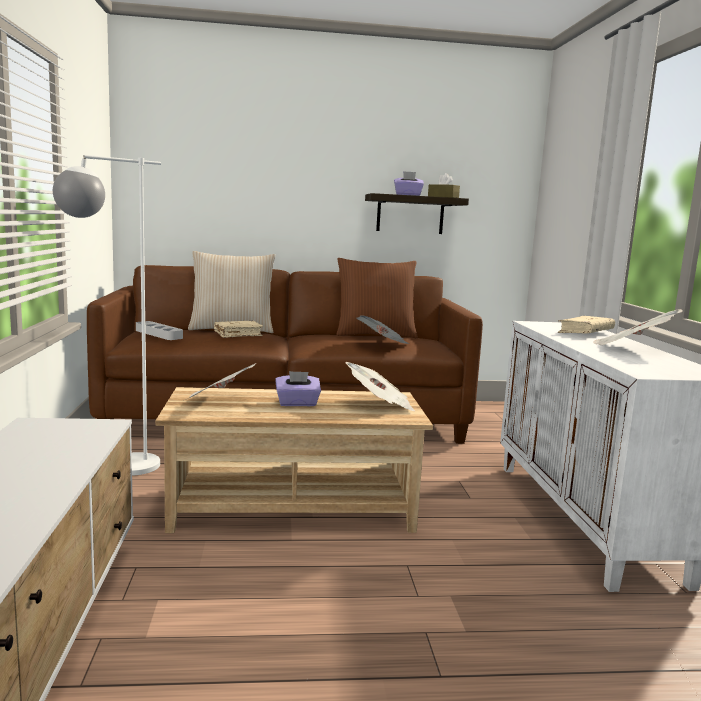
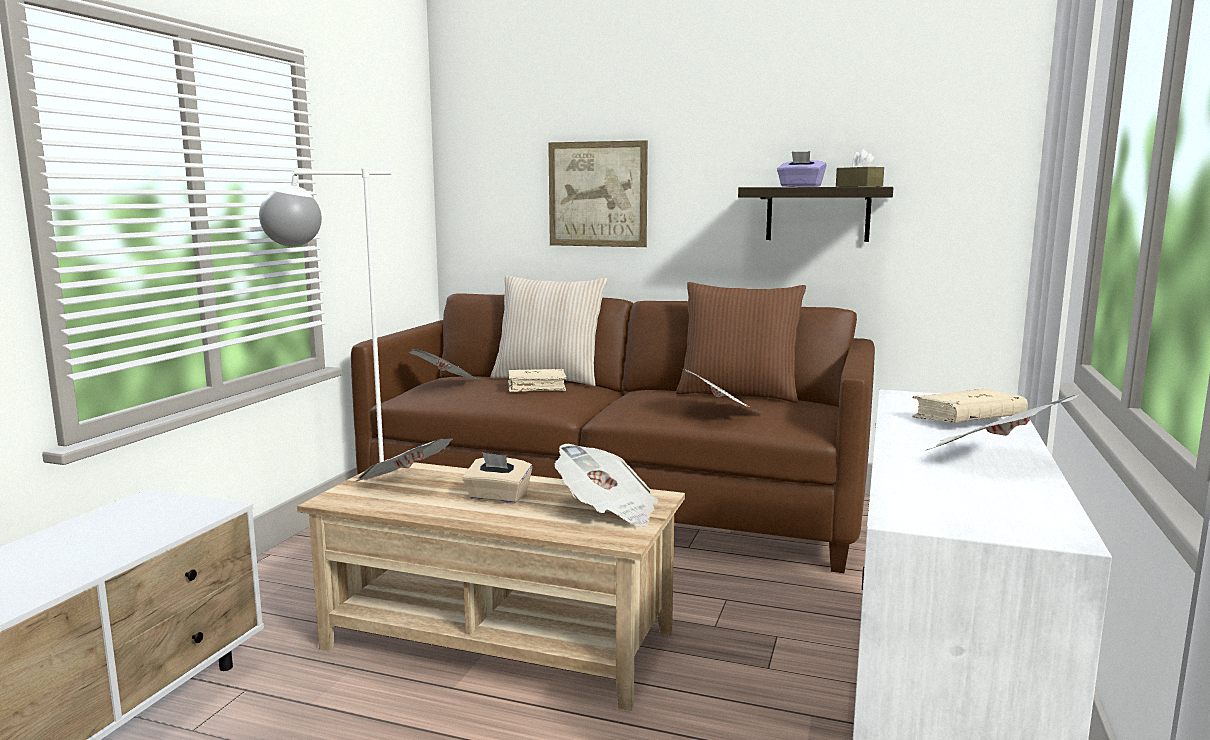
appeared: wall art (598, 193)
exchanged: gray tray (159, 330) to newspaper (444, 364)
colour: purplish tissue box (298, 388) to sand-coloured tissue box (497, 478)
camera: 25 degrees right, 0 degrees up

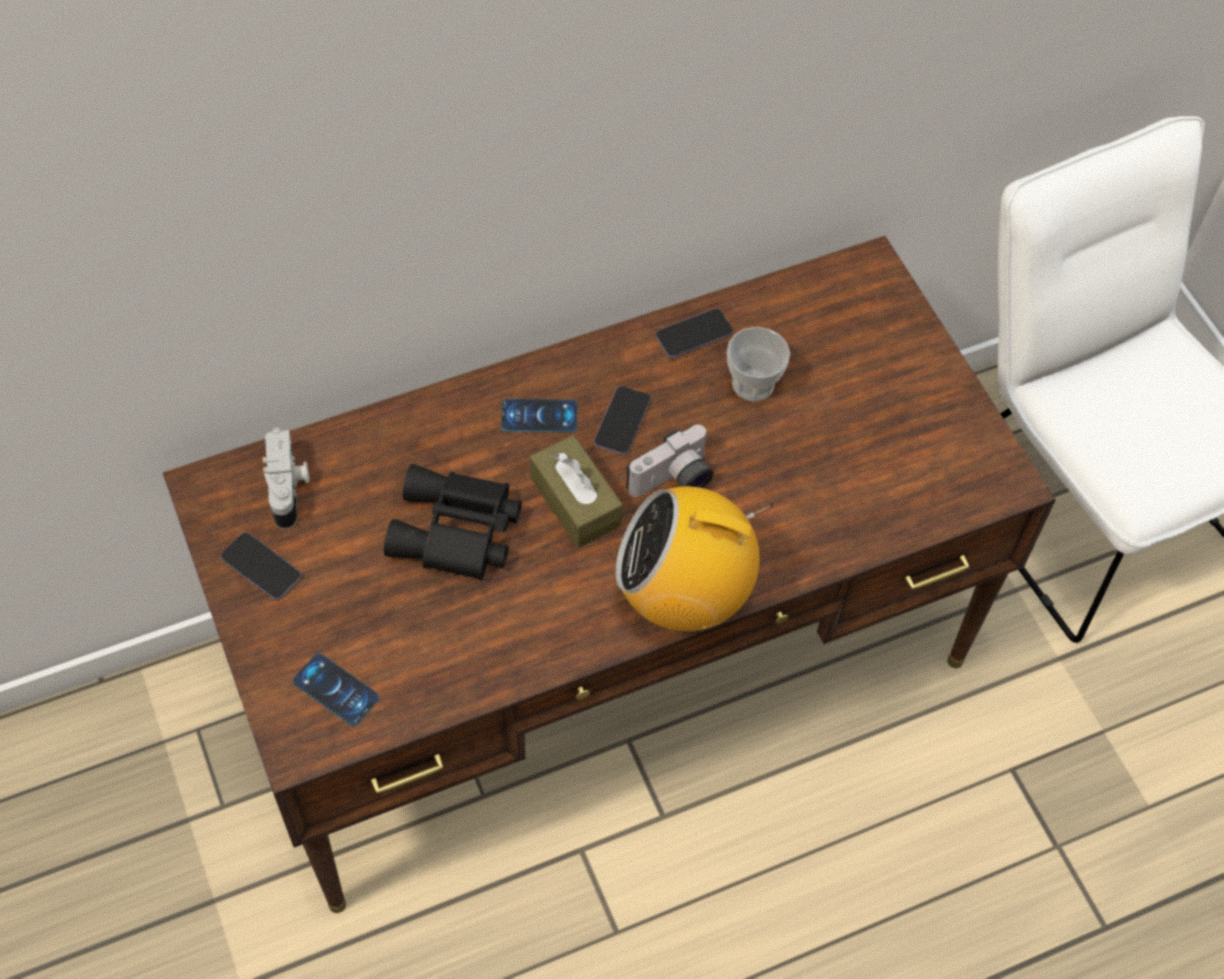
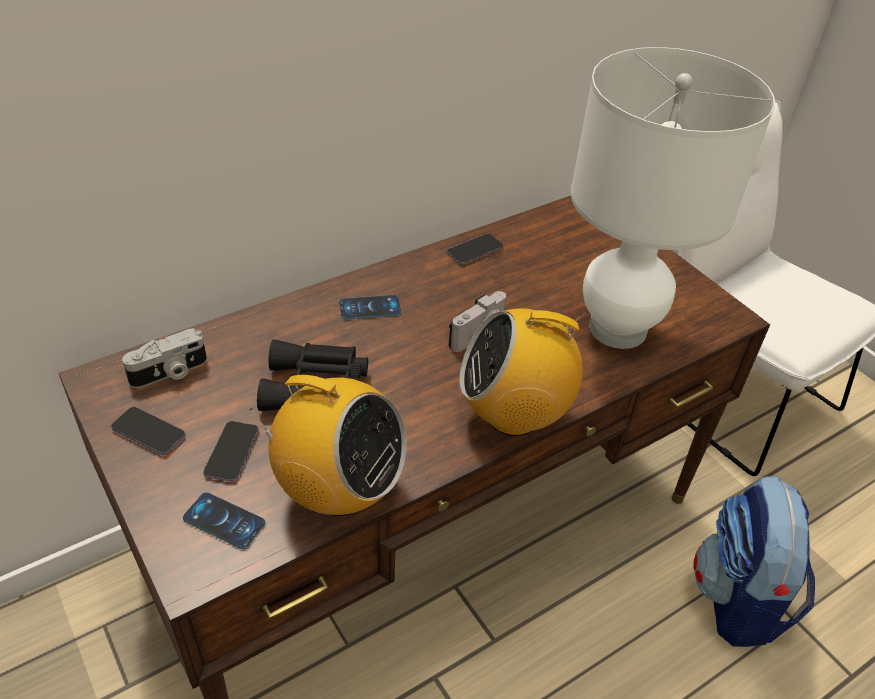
missing: drinking cup (758, 364); brownish tissue box (576, 491)
appeared: whitish tabletop lamp (672, 198); radio receiver (328, 445); rucksack (754, 561)
relocated: handset (622, 420) to (231, 451)
spun: still camera (286, 478) = (164, 358) 75 degrees clockwise
camera: 10 degrees left, 15 degrees down

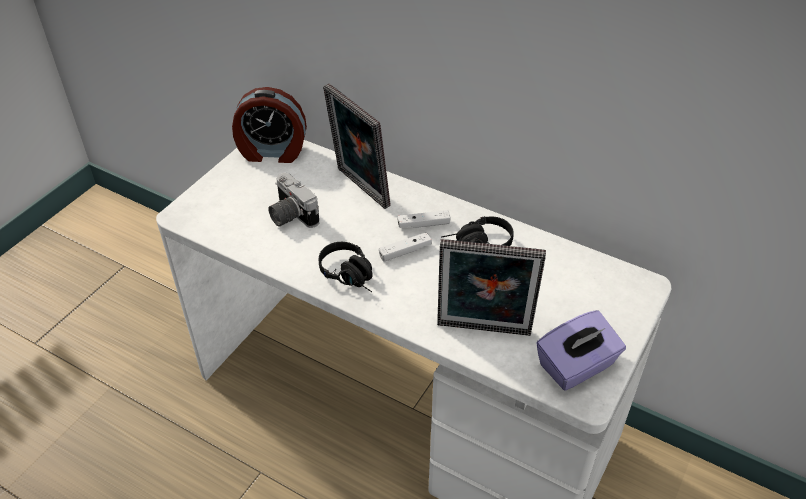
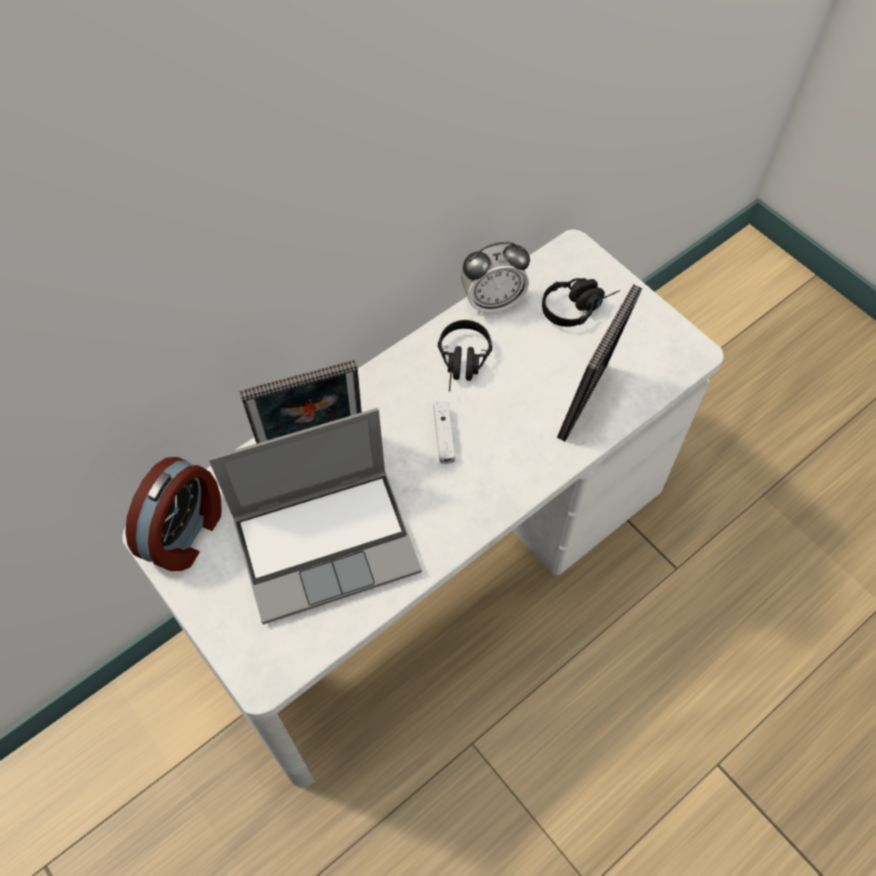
missing: whitish gamepad (424, 219); purplish tissue box (581, 350)
appeared: alarm clock (495, 278)
relocated: black-coloured pair of headphones (345, 267) to (581, 302)
exchanged: still camera (293, 200) to laptop (315, 516)
camera: 70 degrees left, 15 degrees up

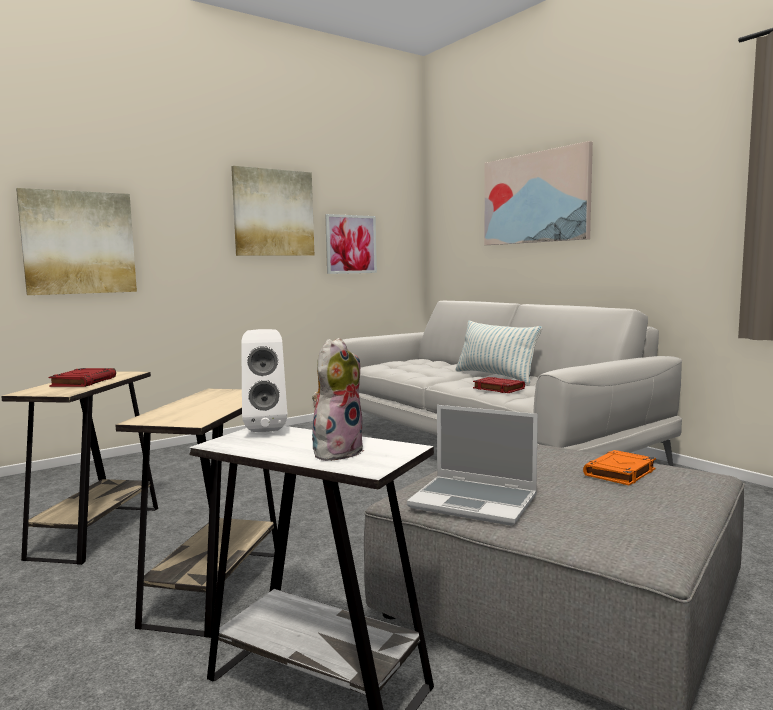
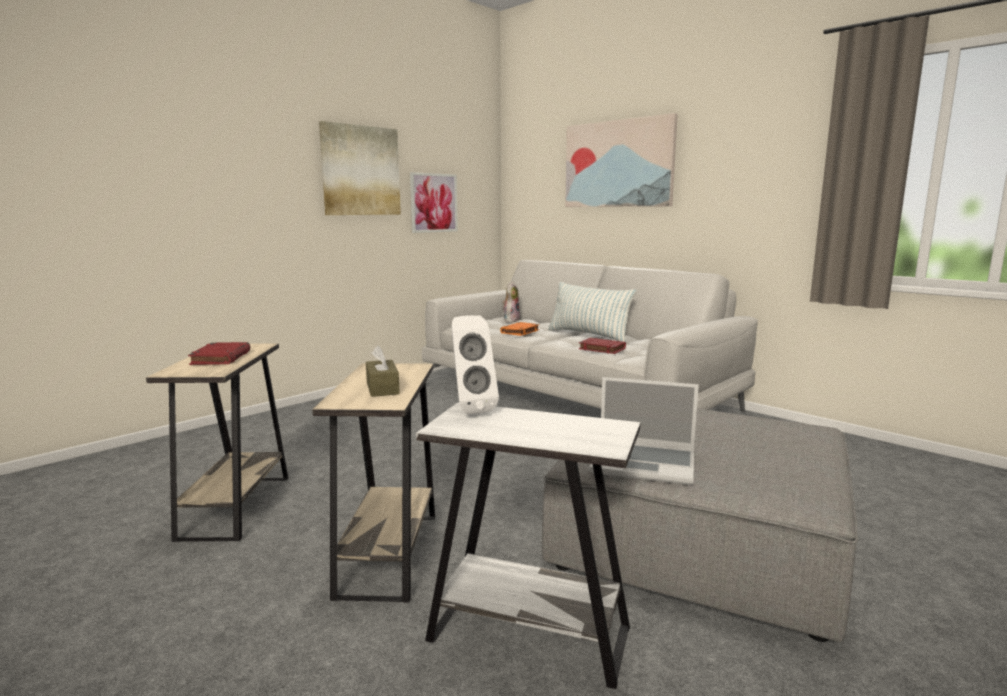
missing: wall art (76, 241)
appeared: brownish tissue box (383, 371)
relocated: soft toy (338, 399) to (511, 302); orange-coloured book (619, 467) to (519, 329)
camera: 10 degrees left, 5 degrees up

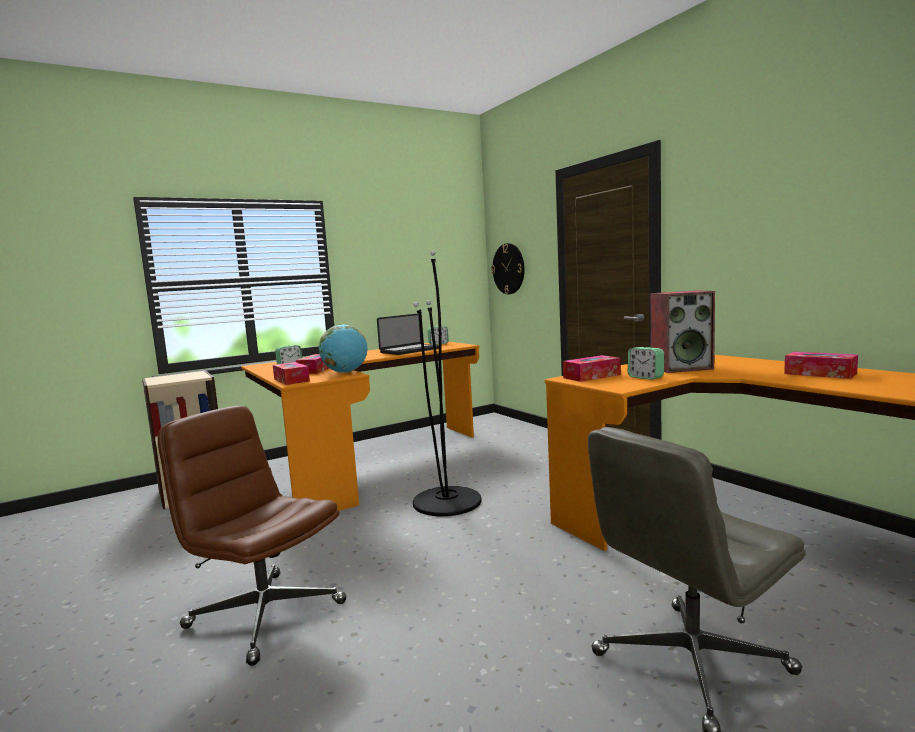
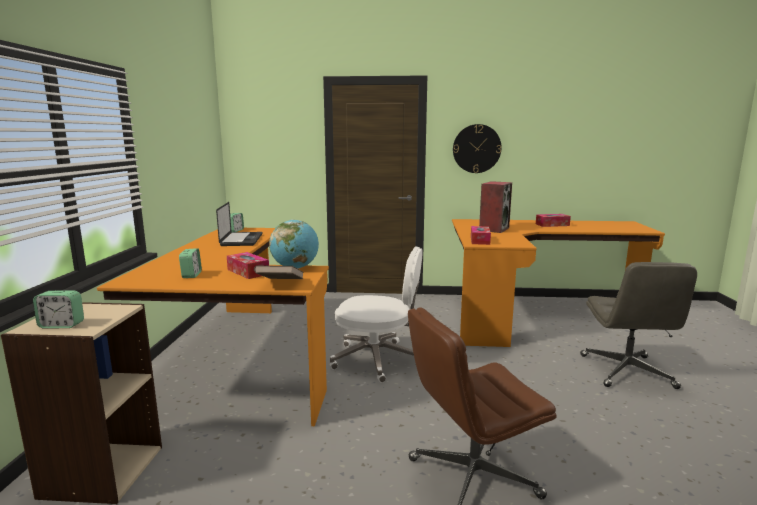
relocated: clock on the wall (508, 268) to (477, 148); alarm clock (646, 363) to (58, 309)
exchanged: black-coloured standing lamp (447, 383) to whitish computer chair (376, 314); tissue box (291, 373) to brownish book (279, 272)
camera: 55 degrees left, 5 degrees up

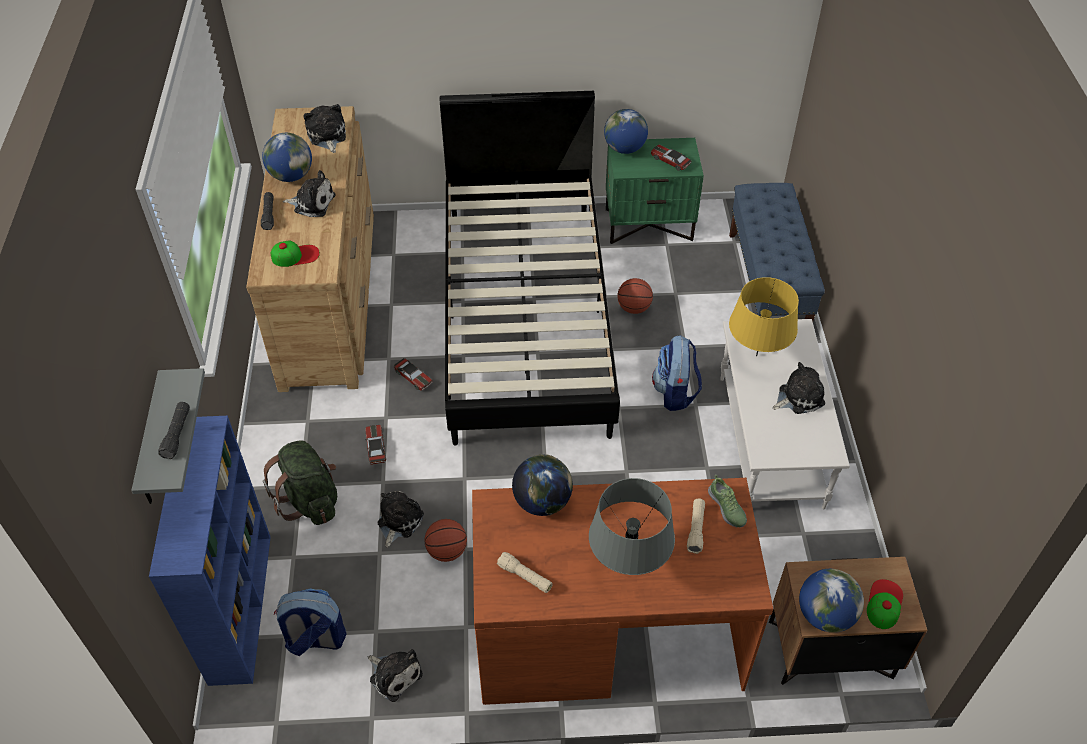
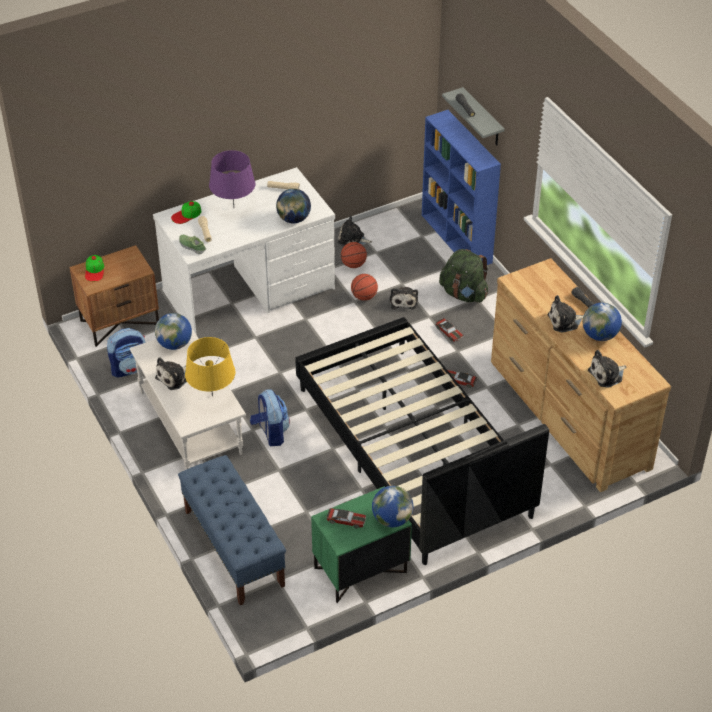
relocated: peaked cap (295, 253) to (186, 212); basketball (635, 296) to (354, 255); globe (831, 601) to (173, 331); rucksack (310, 622) to (126, 352)
colour: brownish desk unit (622, 591) to whitish desk unit (244, 251); gray tabletop lamp (632, 526) to purplish tabletop lamp (232, 178)
spun: soft toy (324, 128) = (607, 369) 105 degrees clockwise
camera: 155 degrees right, 5 degrees down

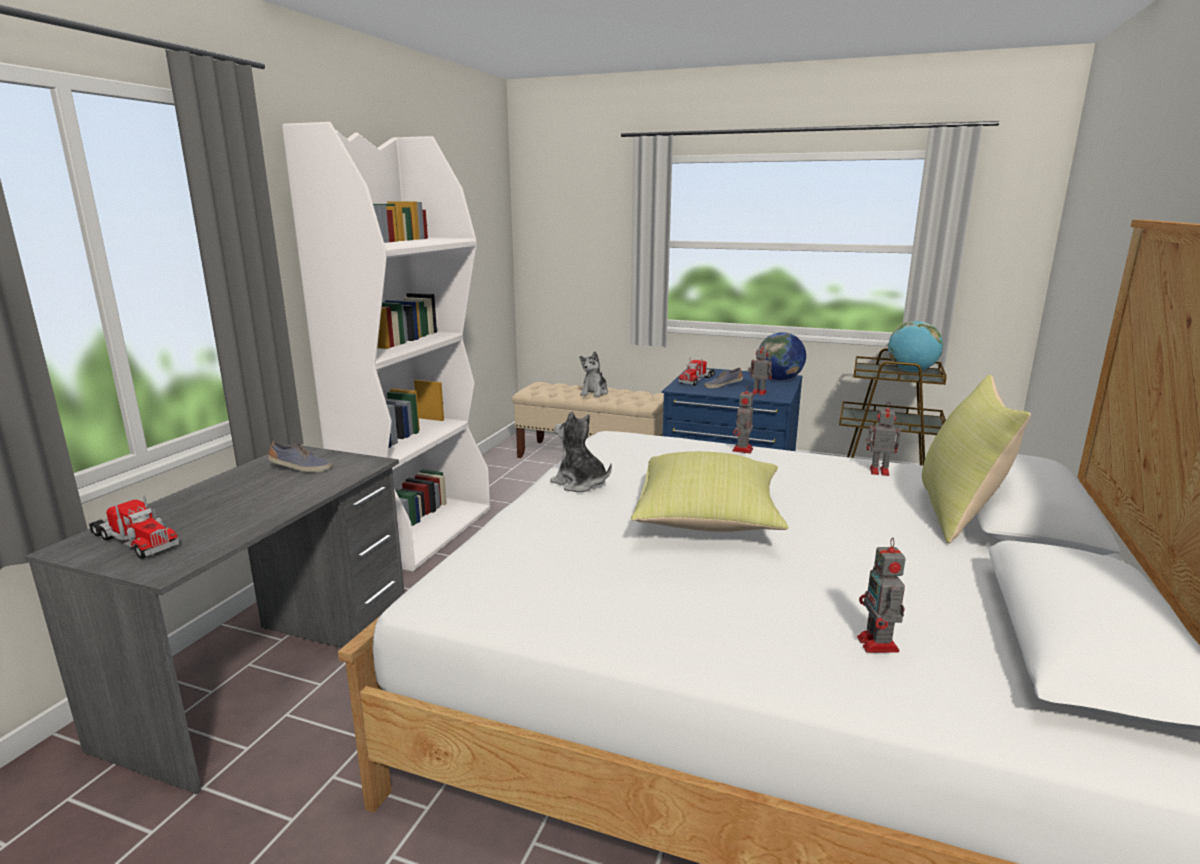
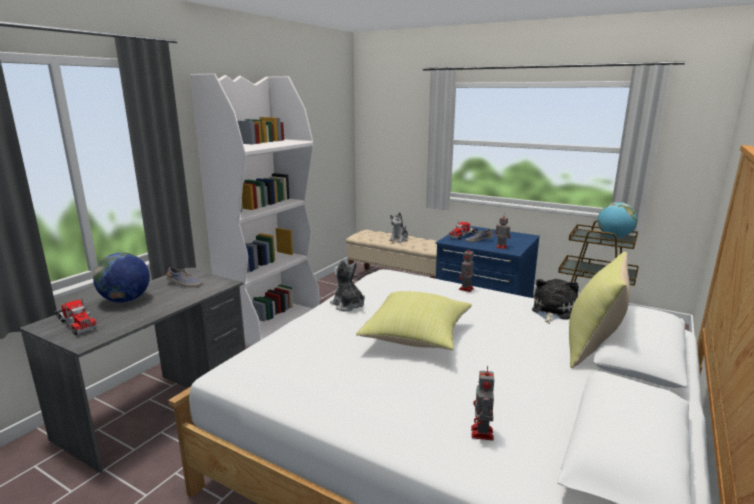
relocated: globe (782, 356) to (121, 277)
exchanged: model robot (883, 439) to soft toy (555, 301)
camera: 10 degrees right, 0 degrees up

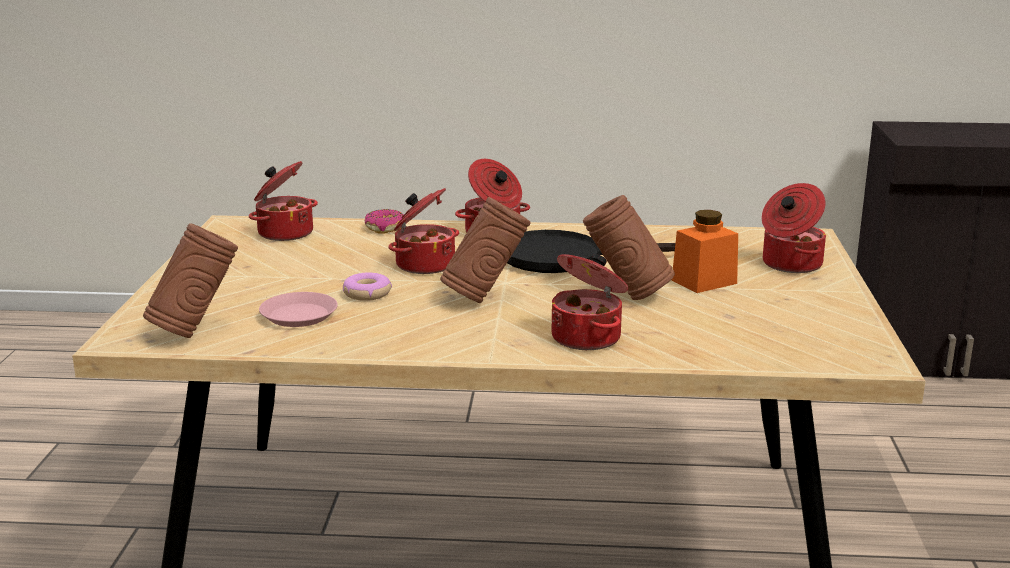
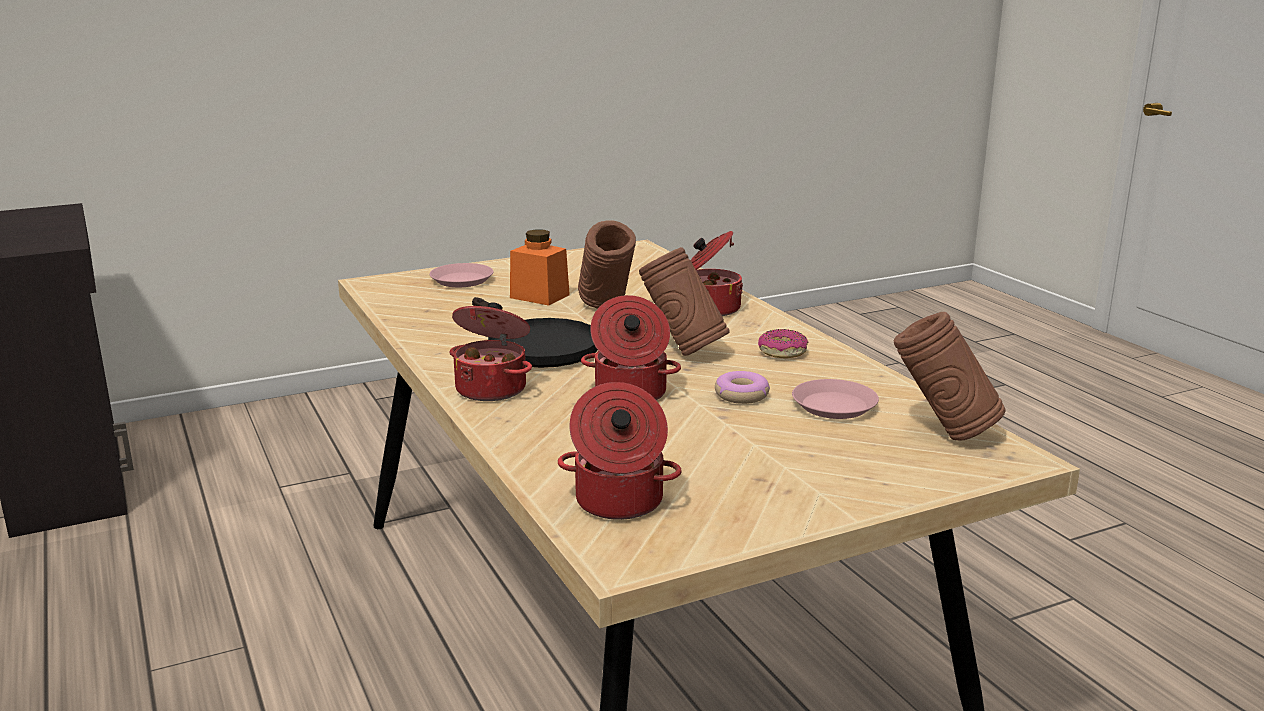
relocated: donut (386, 221) to (783, 343)
exchanged: stockpot (794, 228) to pinkish dinner plate (462, 275)
camera: 120 degrees left, 0 degrees up

